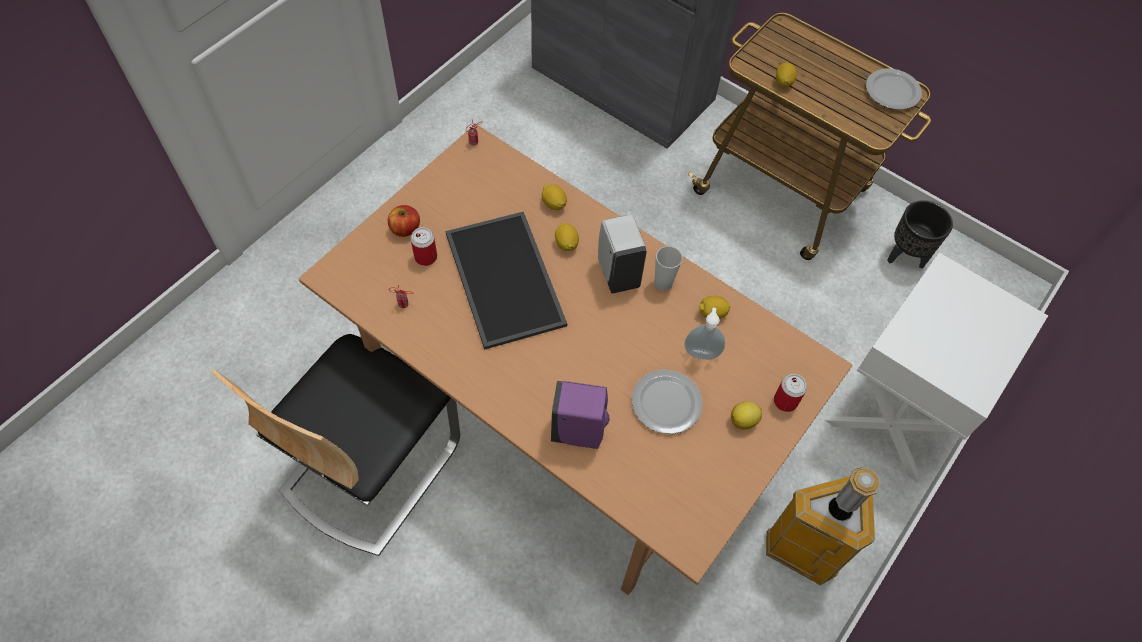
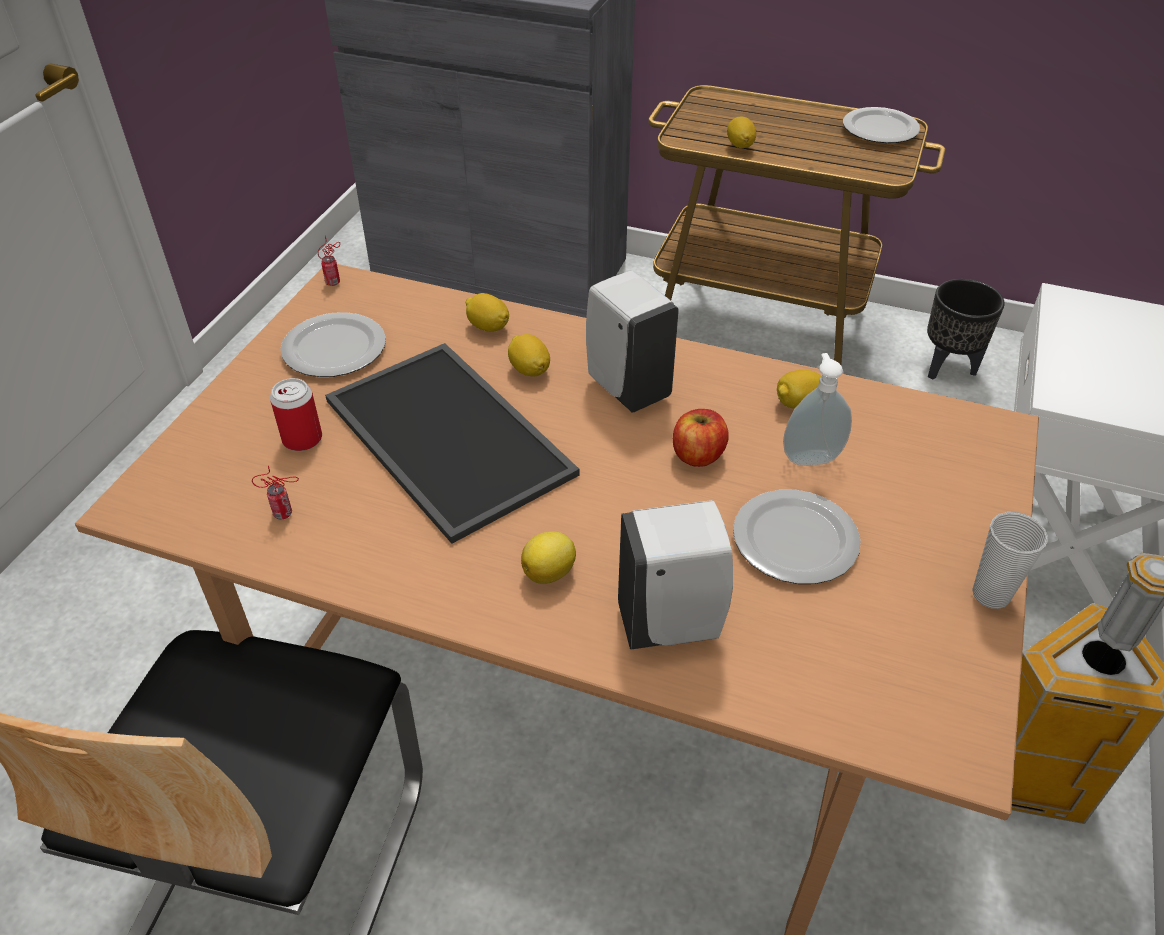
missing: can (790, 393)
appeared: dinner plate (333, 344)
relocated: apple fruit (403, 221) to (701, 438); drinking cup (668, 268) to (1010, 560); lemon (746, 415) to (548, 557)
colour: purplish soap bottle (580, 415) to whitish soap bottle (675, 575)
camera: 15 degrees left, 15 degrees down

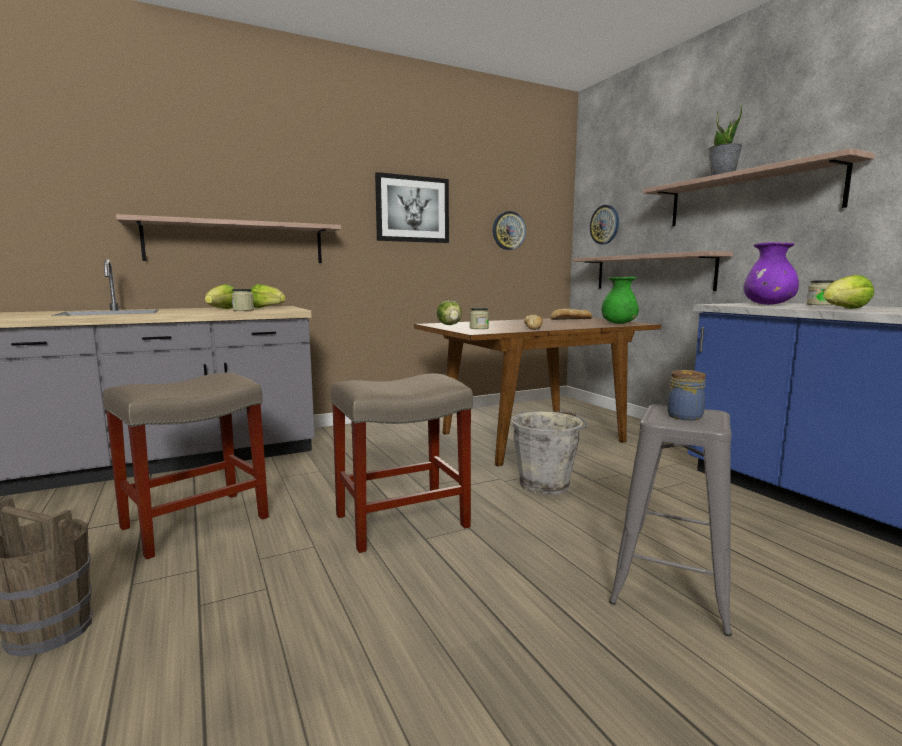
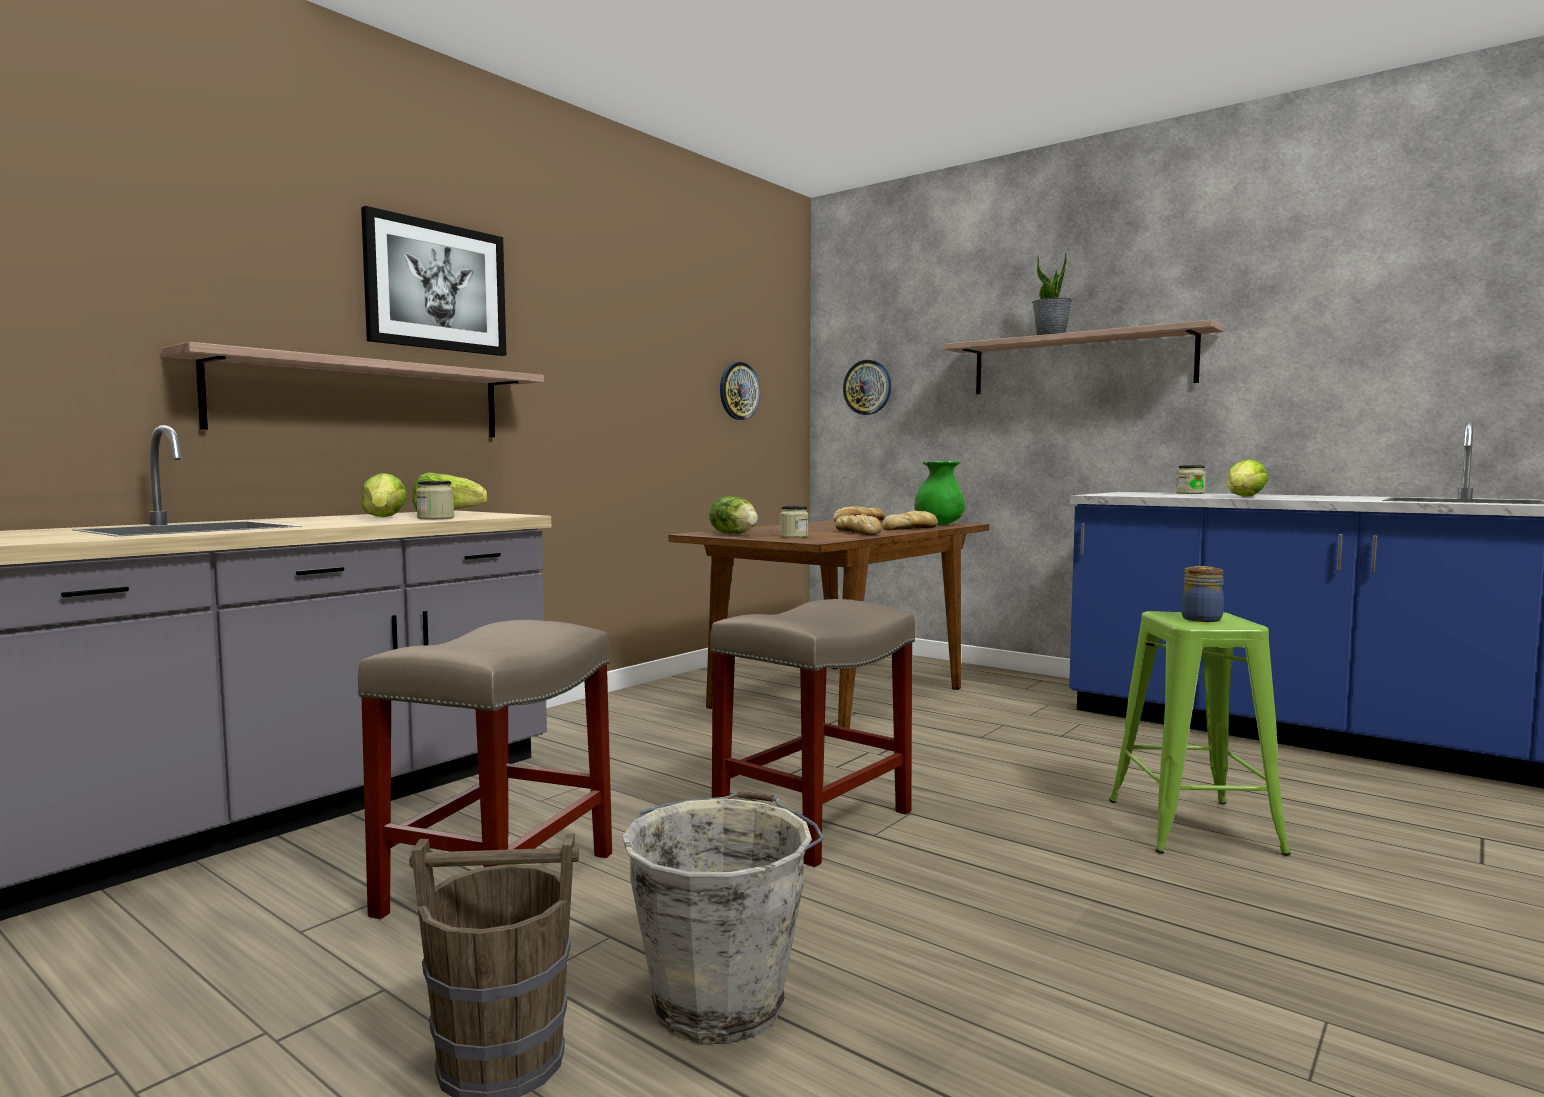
missing: purplish flower vase (771, 273); shelf (653, 271)
appeared: baked bread (910, 521)
relocated: wall art (412, 207) to (433, 281); gray bucket (549, 453) to (723, 917)
colour: gray stool seat (670, 520) to green-coloured stool seat (1200, 733)
camera: 25 degrees left, 5 degrees down

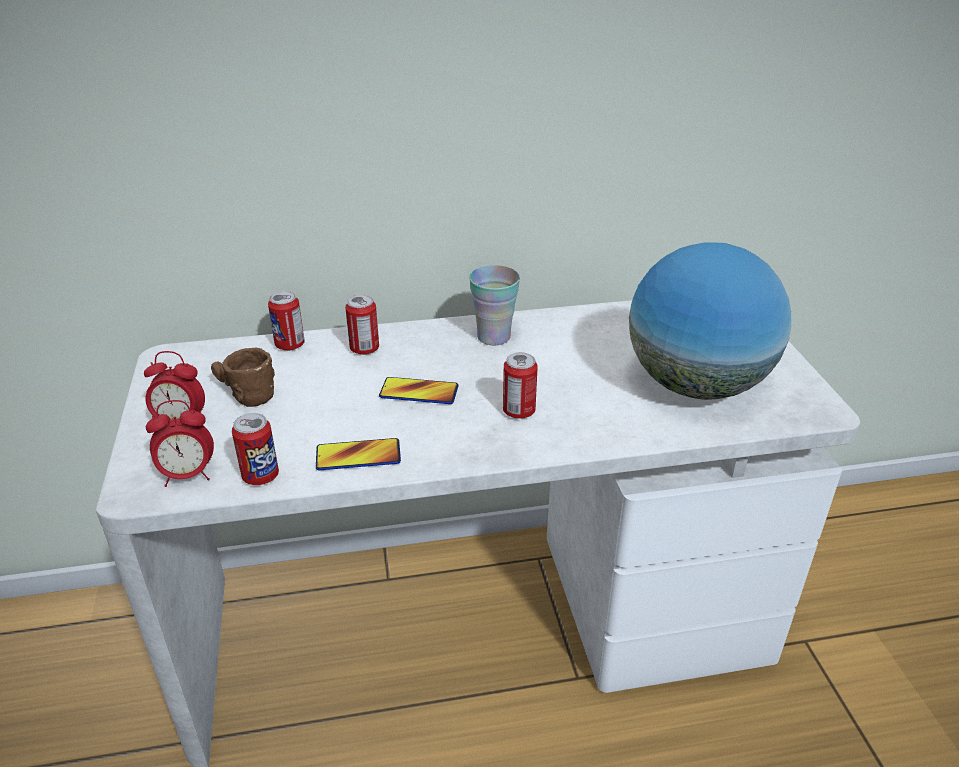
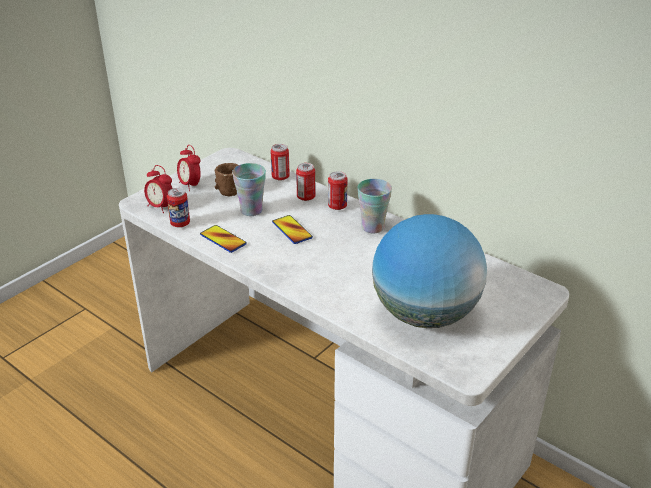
appeared: drinking cup (249, 189)
relocated: can (520, 385) to (338, 190)
camera: 50 degrees right, 0 degrees up

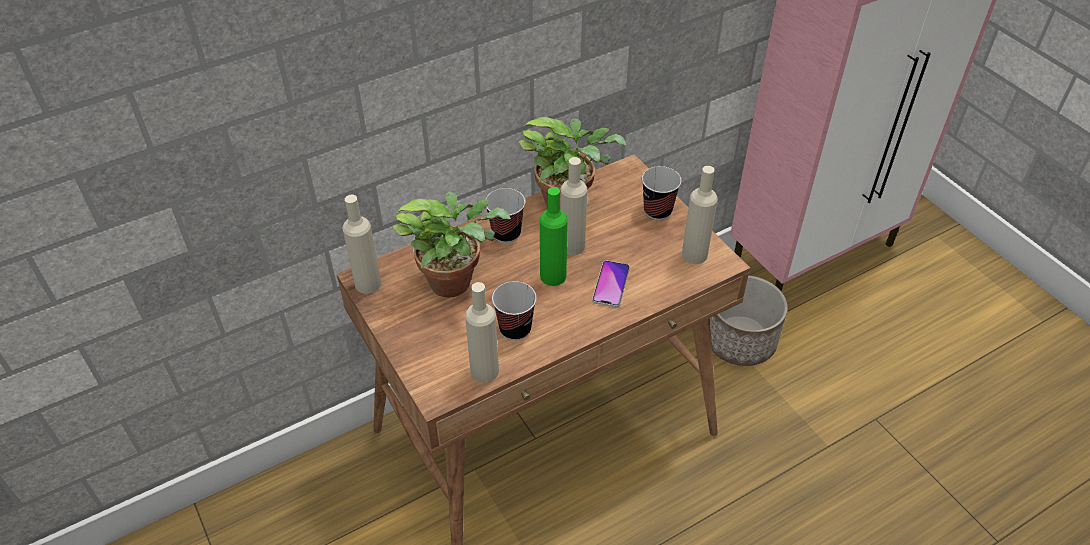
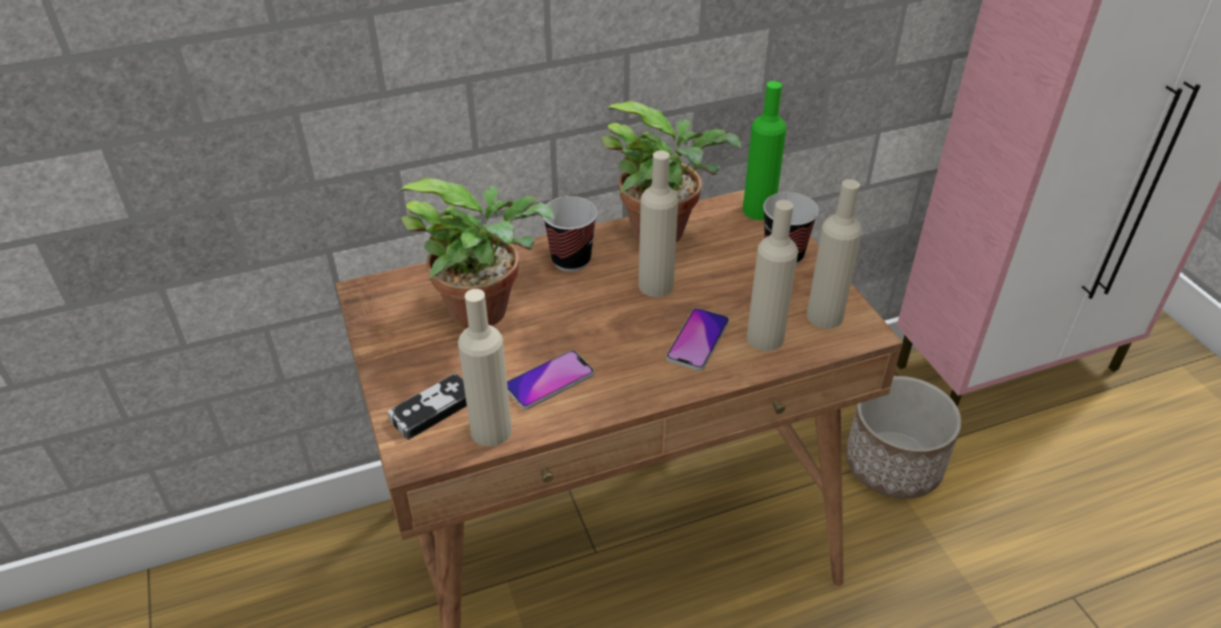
appeared: gamepad (427, 406)
relocated: green-coloured bottle (554, 236) to (765, 150); sand-coloured bottle (361, 244) to (772, 275)
exchanged: drinking cup (514, 311) to handset (550, 380)
camera: 10 degrees right, 5 degrees down

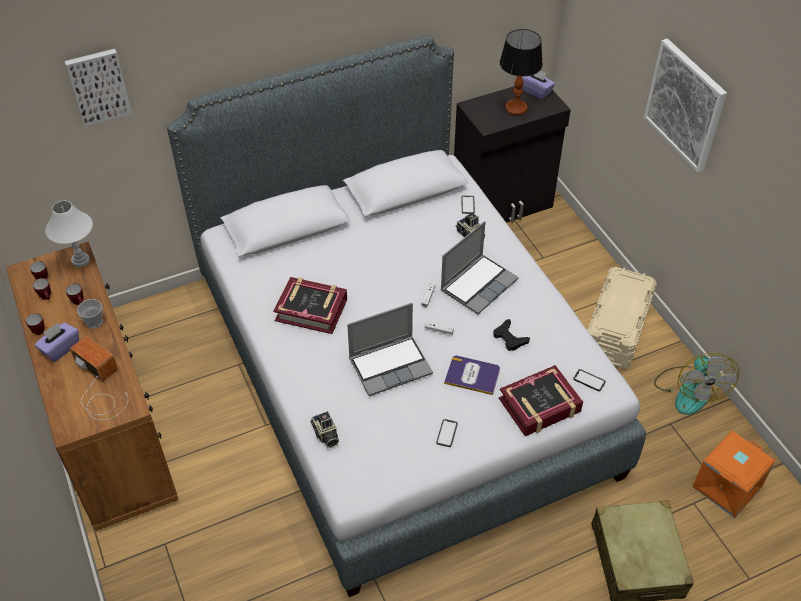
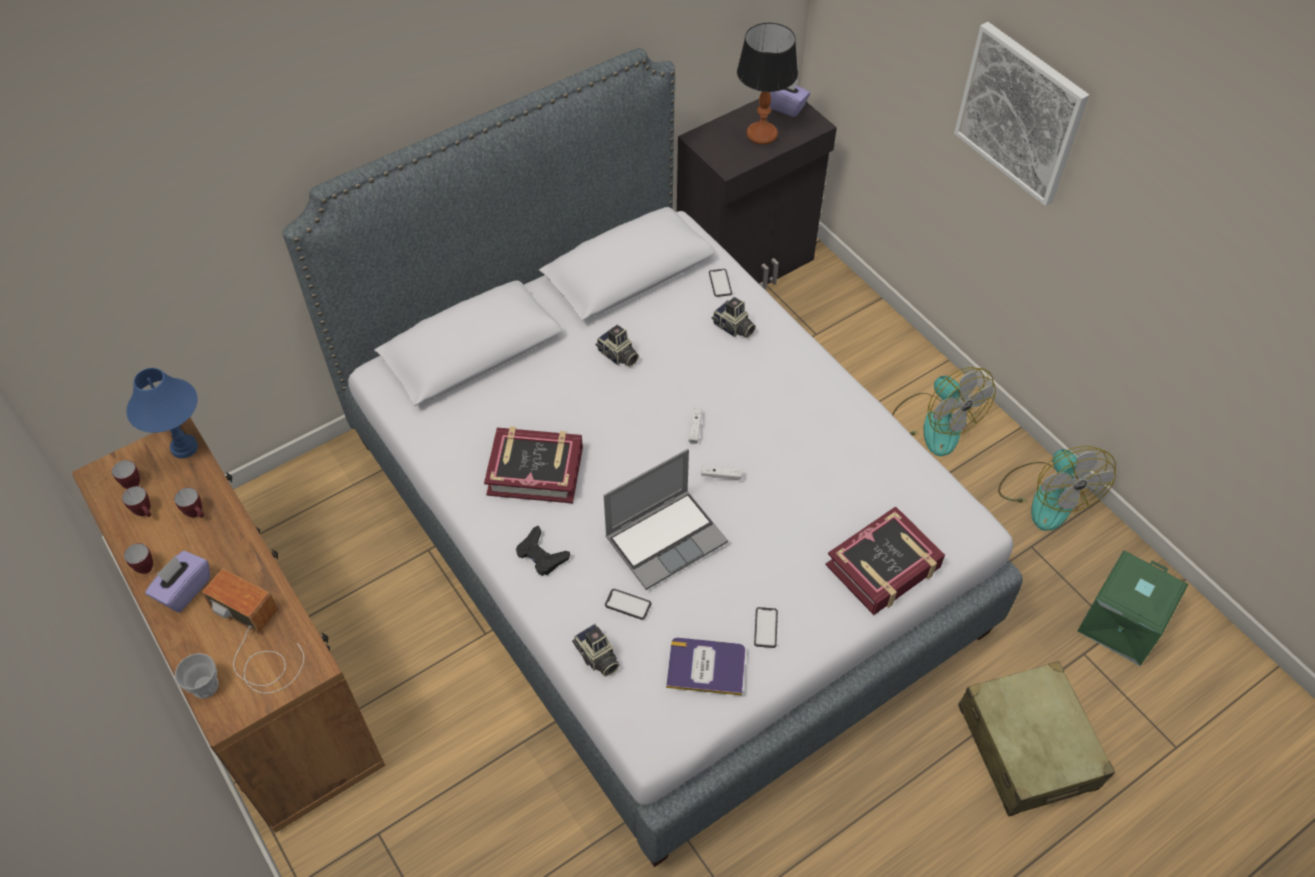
missing: wall art (98, 88); laptop (479, 267)
appeared: still camera (617, 346)
relocated: drinking cup (90, 314) to (197, 676); black-coloured gamepad (511, 335) to (543, 551); book (472, 375) to (706, 666); handset (589, 380) to (628, 604)
exchanged: sand-coloured storage bin (622, 318) to fan (944, 411)
colour: whitish tabletop lamp (69, 234) to bluish tabletop lamp (162, 413); orange-coloured storage bin (734, 474) to green-coloured storage bin (1133, 608)
camera: 10 degrees left, 5 degrees up

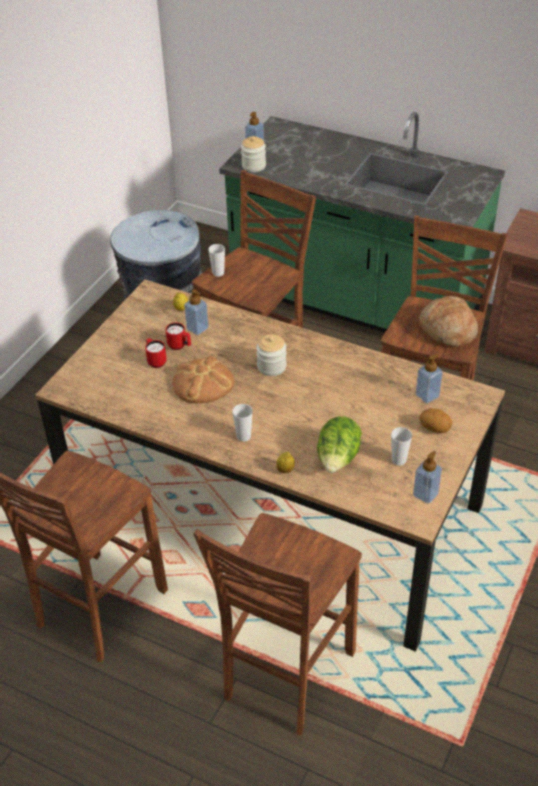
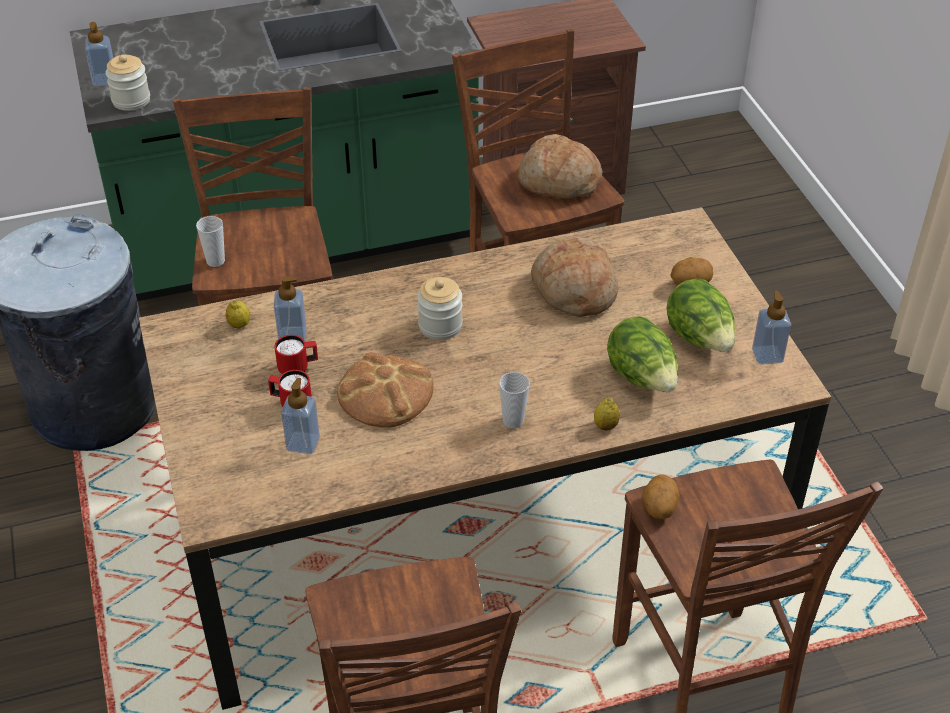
appeared: baked bread (574, 277); whole potato (661, 496)
relocated: soap bottle (429, 378) to (300, 416)
exchanged: drinking cup (401, 446) to lettuce (701, 315)
camera: 45 degrees left, 0 degrees up

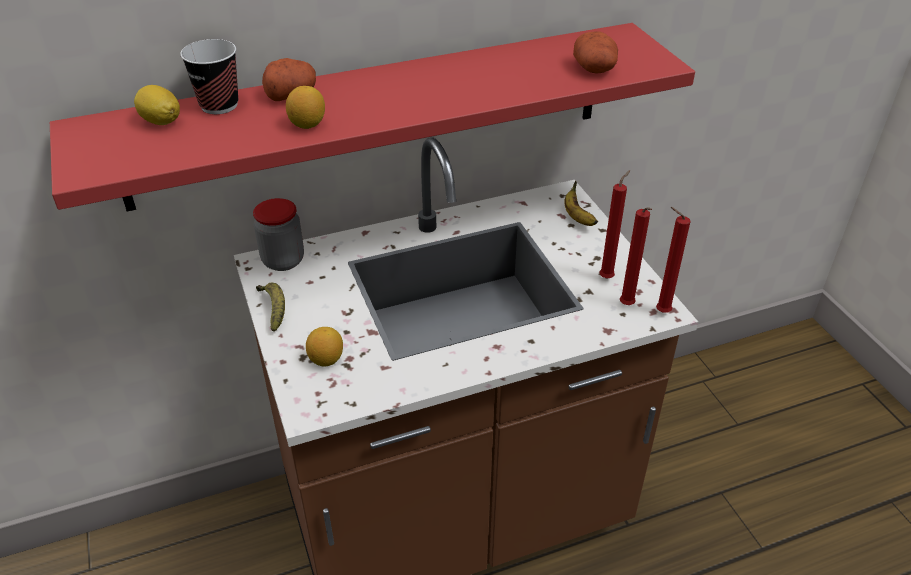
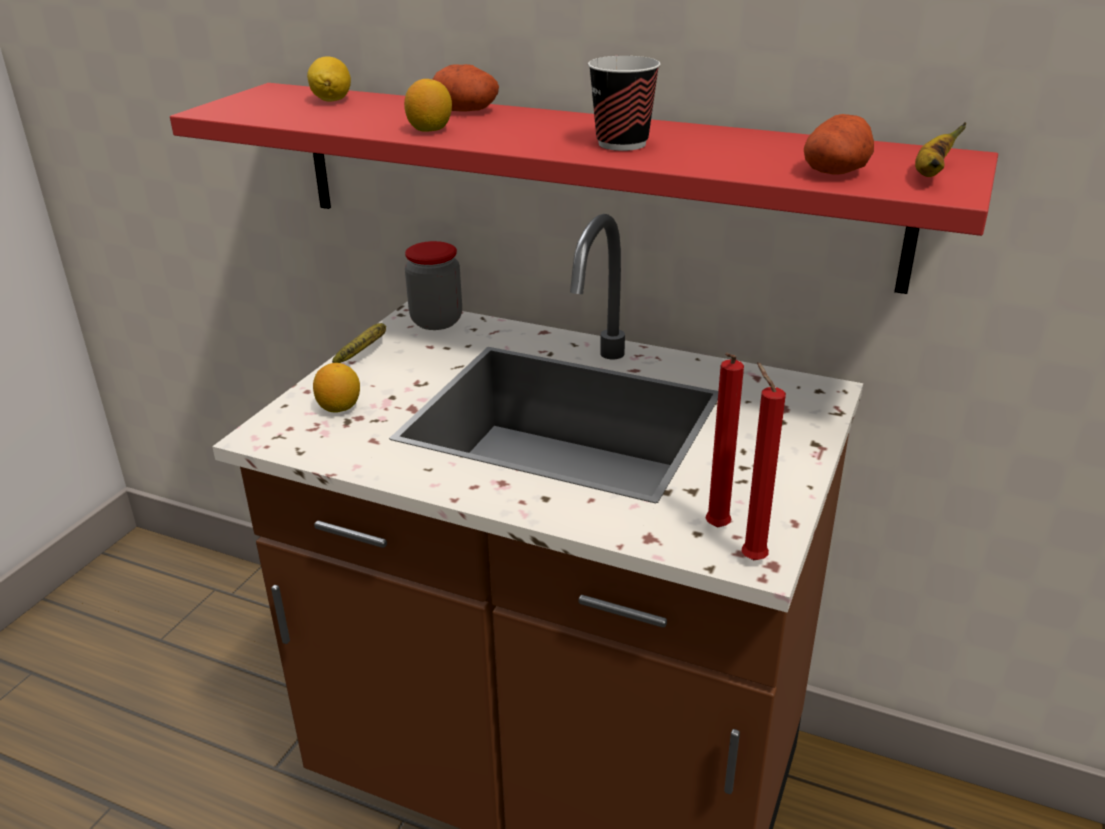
missing: reddish candle (615, 224)
relocated: drinking cup (209, 76) to (624, 103); banana (581, 203) to (940, 150)
camera: 45 degrees right, 10 degrees down

